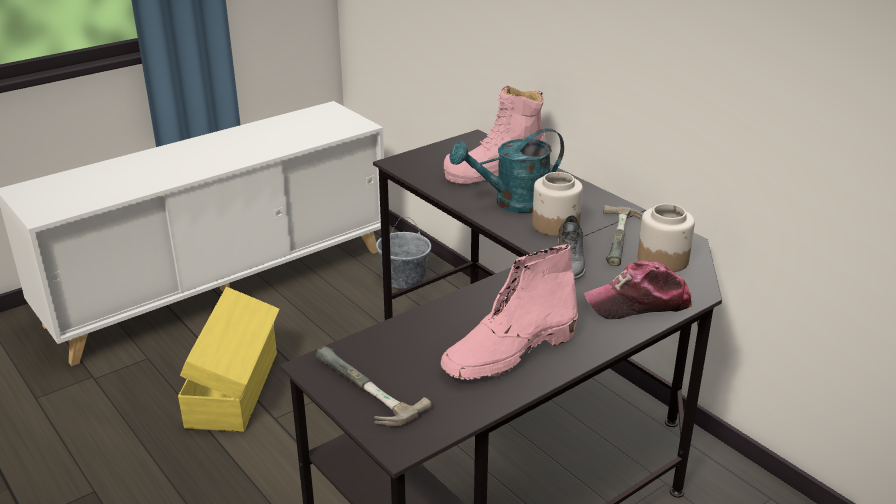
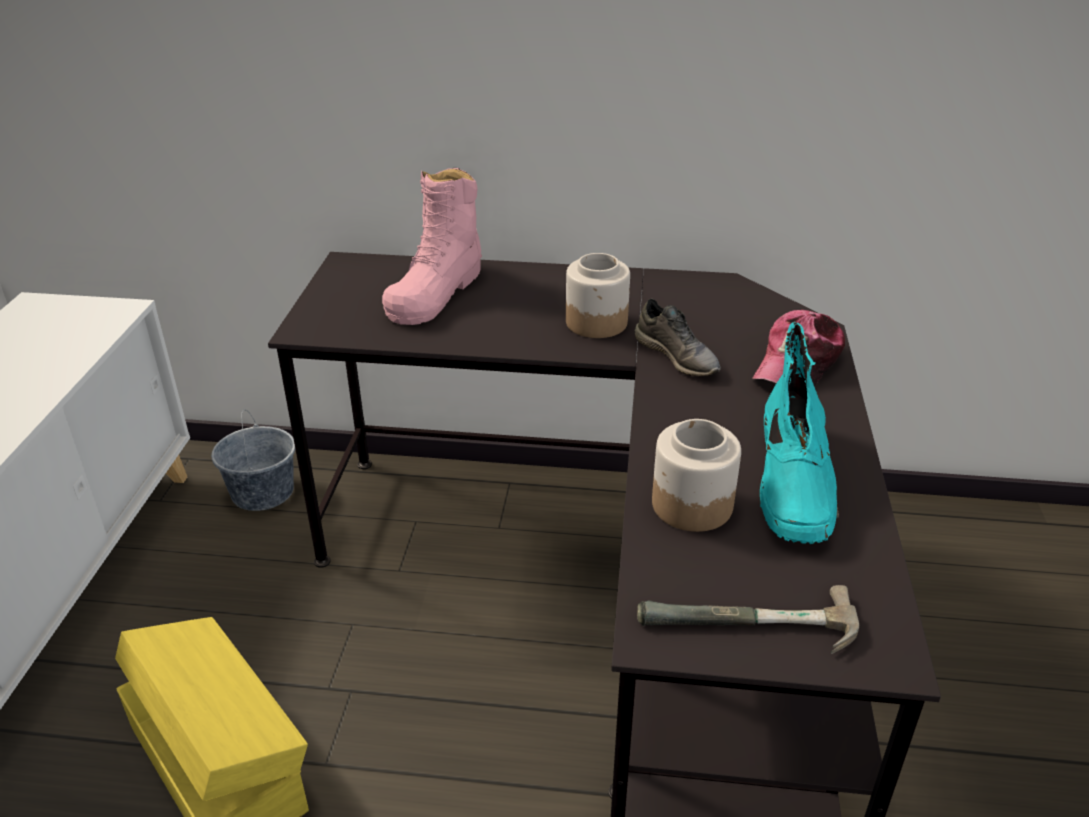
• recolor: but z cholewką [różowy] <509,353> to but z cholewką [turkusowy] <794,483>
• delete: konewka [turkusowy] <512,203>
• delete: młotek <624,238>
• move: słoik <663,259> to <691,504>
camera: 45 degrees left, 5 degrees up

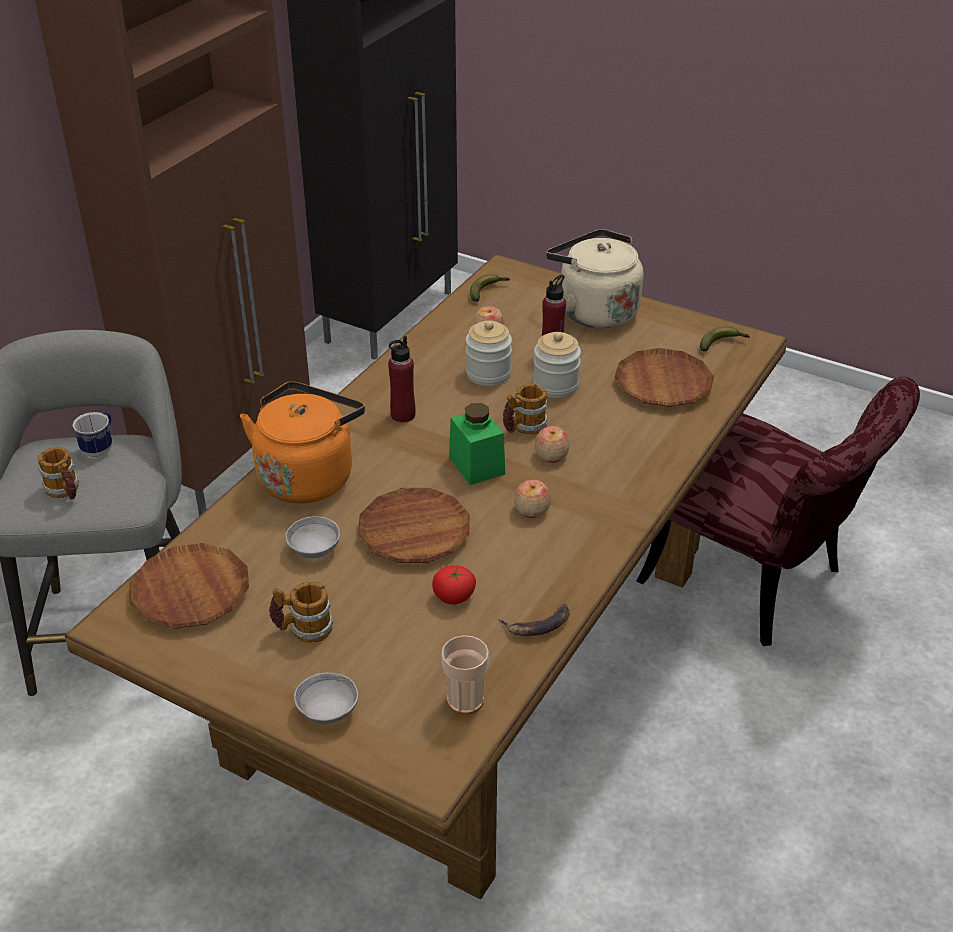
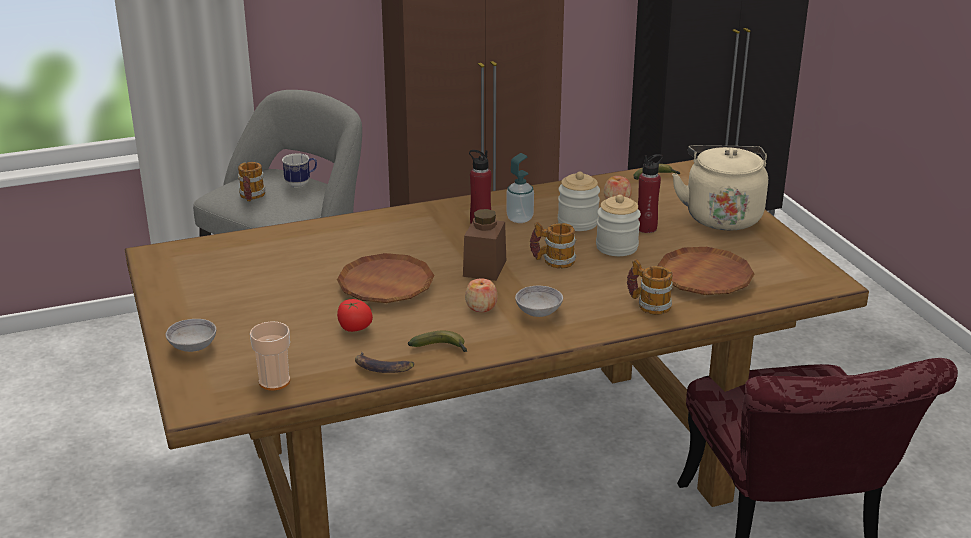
• delete: talerz [brązowy] <190,592>
• delete: czajnik [pomarańczowy] <308,476>
• move: kubek <303,629> to <648,304>
• move: miska [szary] <314,549> to <538,312>
• recolor: słoik [zielony] <477,465> to słoik [brązowy] <484,268>
• delete: jabłko <551,455>
• move: banan <722,344> to <442,349>
• insert: dozownik mydła <519,218>
camera: 40 degrees right, 10 degrees down

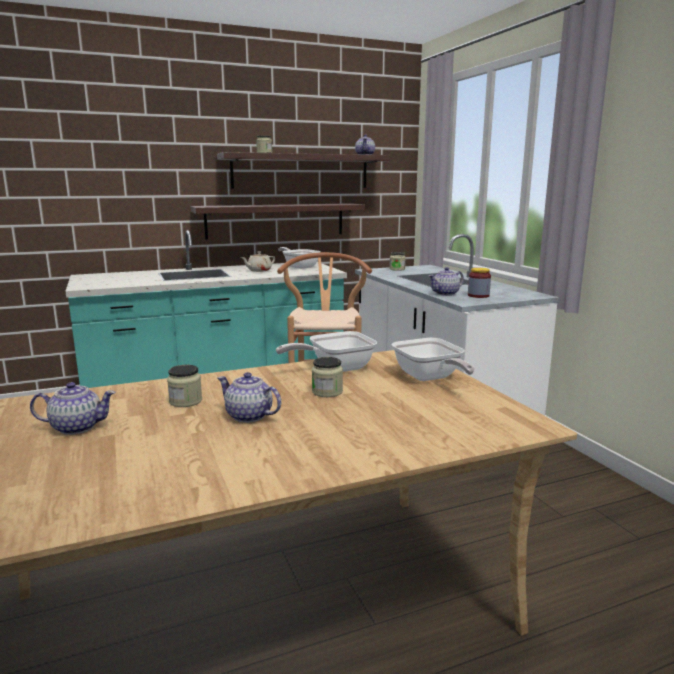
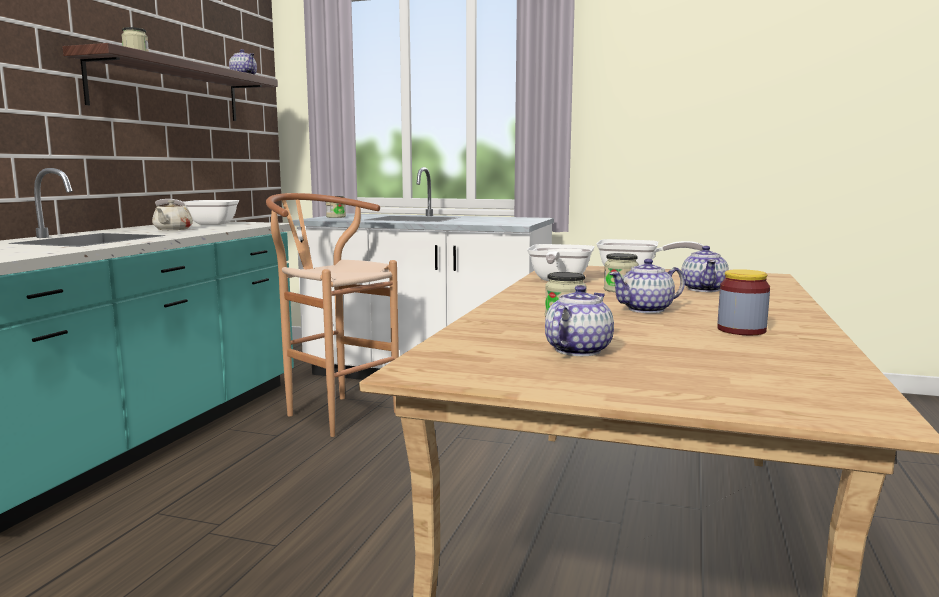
• delete: półka <276,220>
• move: imbryk <446,293> to <704,289>
• move: słoik <478,295> to <741,330>
camera: 50 degrees left, 5 degrees down

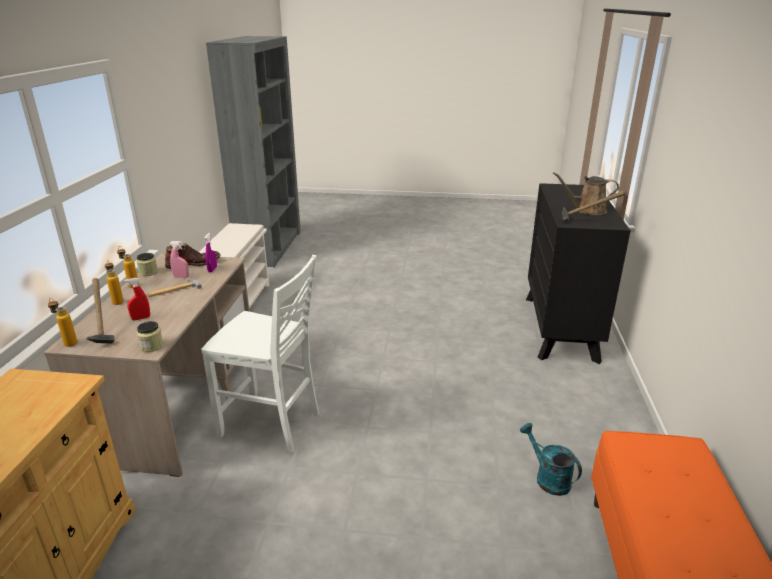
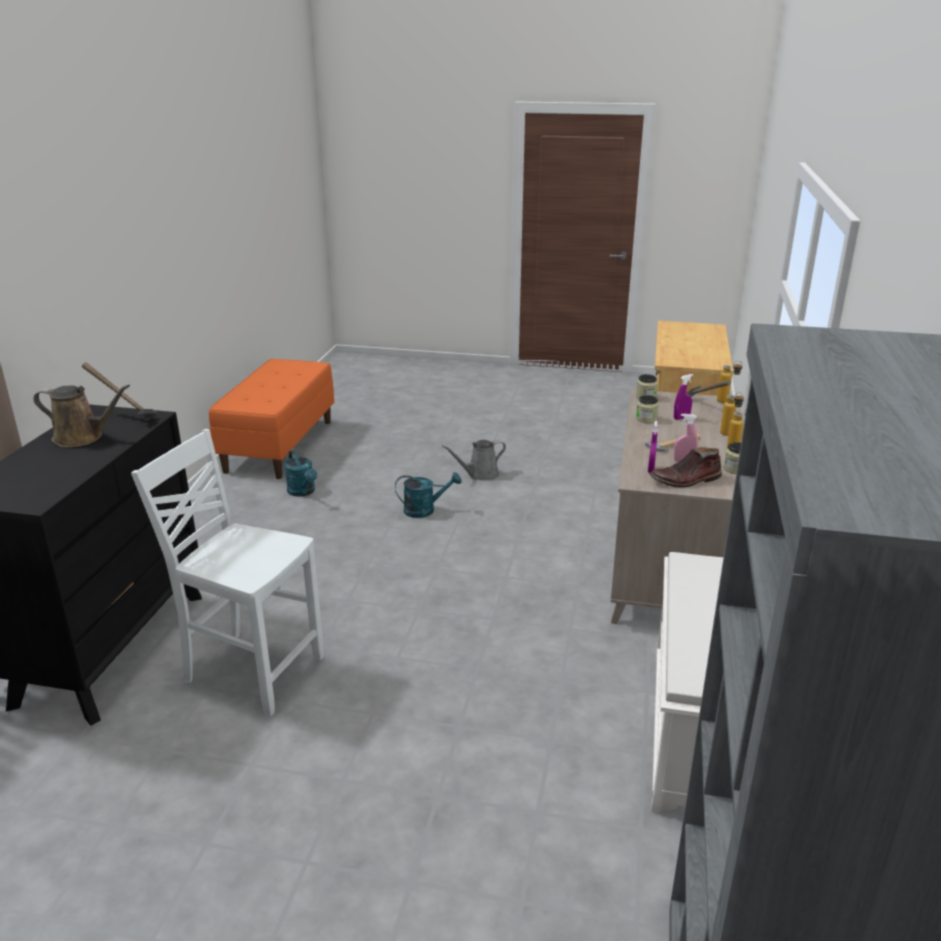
• recolor: spryskiwacz [czerwony] <141,318> to spryskiwacz [fioletowy] <681,418>
• move: krzesło [biały] <272,424> to <251,670>
• insert: konewka [turkusowy] <425,510>
• insert: konewka [szary] <480,474>
• insert: słoik <646,419>
camera: 175 degrees left, 0 degrees up

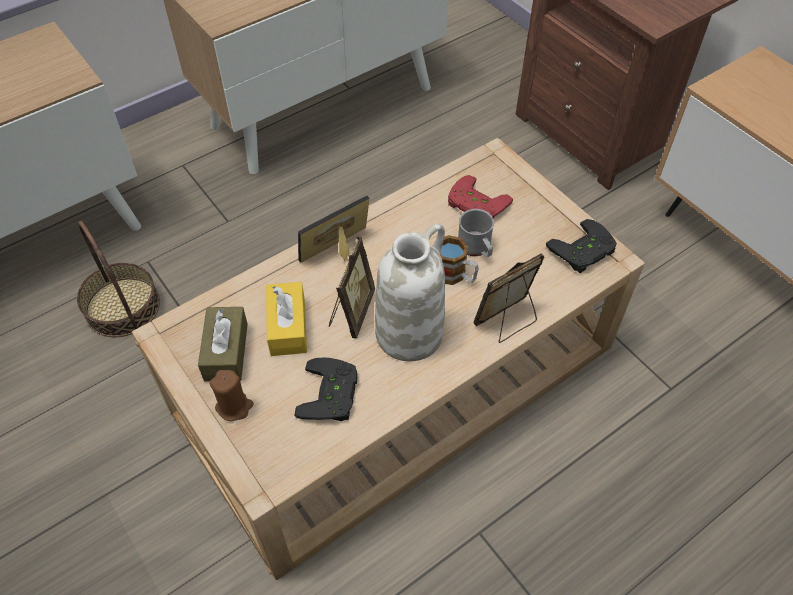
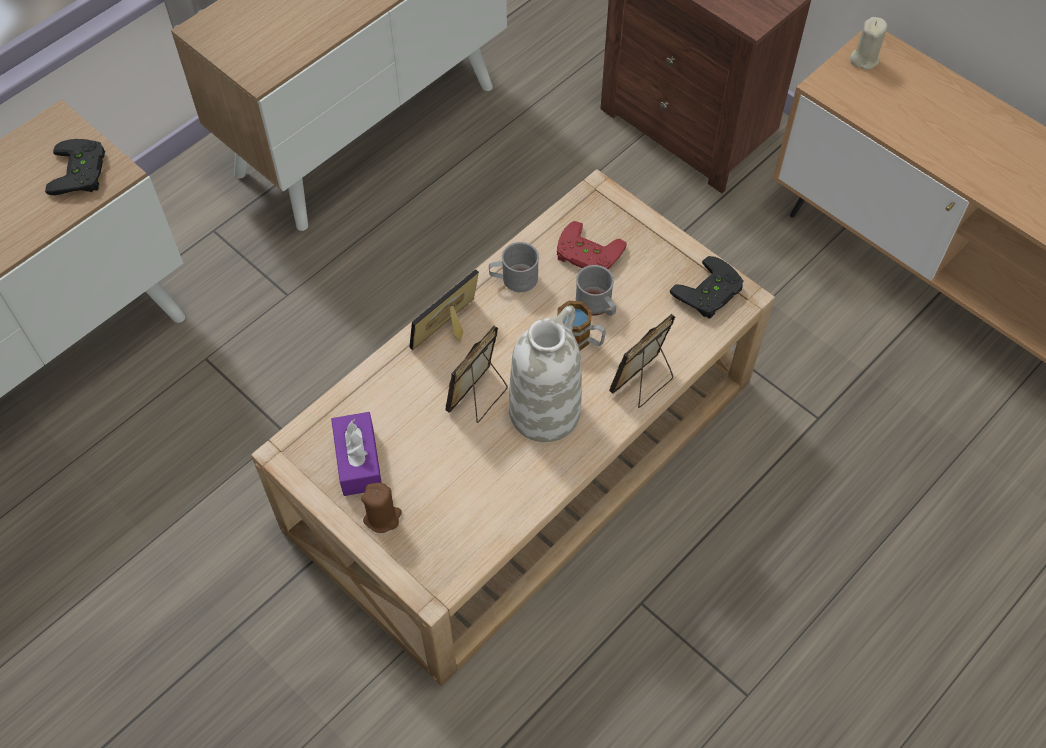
• delete: koszyk <122,307>
• recolor: pudełko chusteczek [brązowy] <226,351> to pudełko chusteczek [fioletowy] <358,461>
• delete: pudełko chusteczek [żółty] <288,326>
• move: pad do gier [czarny] <333,395> to <82,172>
• rotate: ramka na zdjęcie <351,312> = <479,397> 150 degrees counterclockwise
• insert: kubek [szary] <514,279>
• insert: świeca [beżowy] <864,59>
camera: 10 degrees left, 5 degrees up

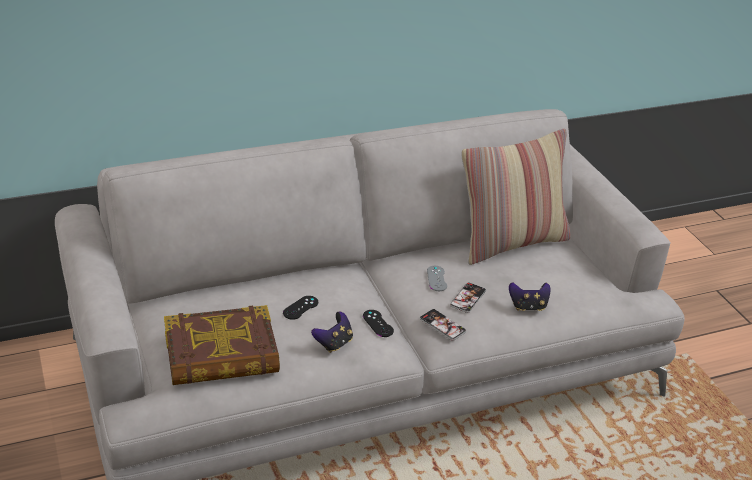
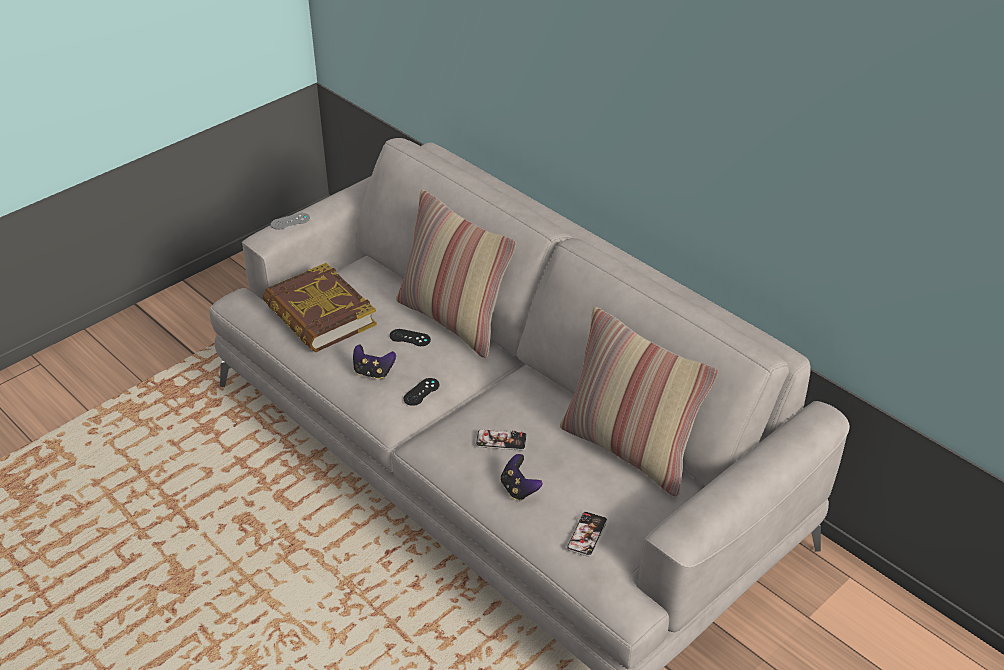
• move: telefon <442,325> to <587,534>
• move: pad do gier [szary] <436,278> to <290,221>
• insert: poduszka <454,320>
camera: 70 degrees right, 5 degrees up

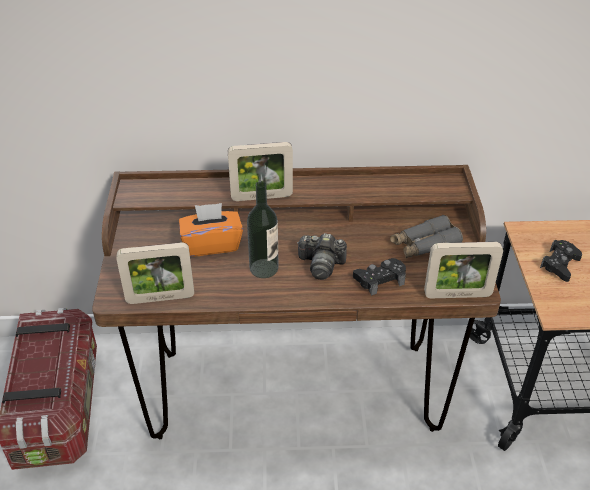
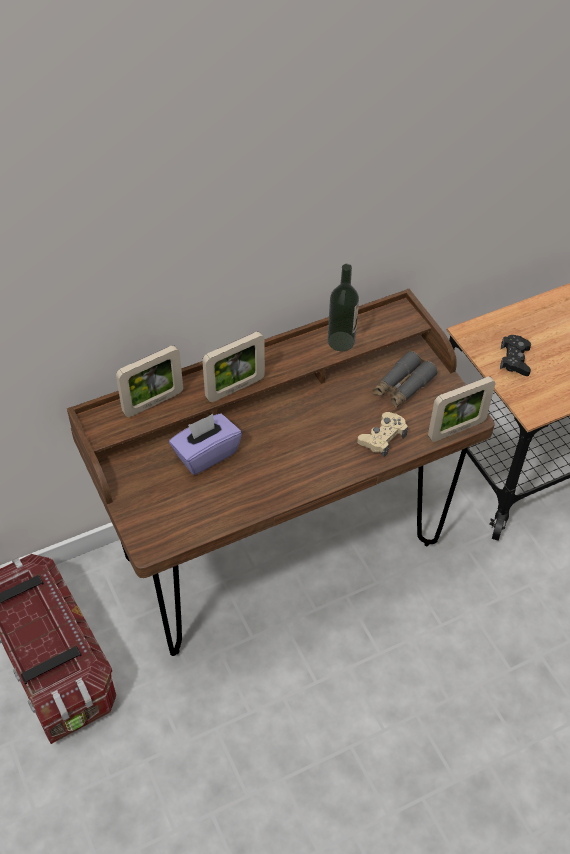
• move: ramka na zdjęcie <160,298> to <153,403>
• recolor: pudełko chusteczek [pomarańczowy] <212,244> to pudełko chusteczek [fioletowy] <206,454>
• move: butelka <264,268> to <341,341>
• delete: aparat fotograficzny <321,265>
• recolor: pad do gier [czarny] <380,279> to pad do gier [beżowy] <382,437>
camera: 25 degrees left, 10 degrees up

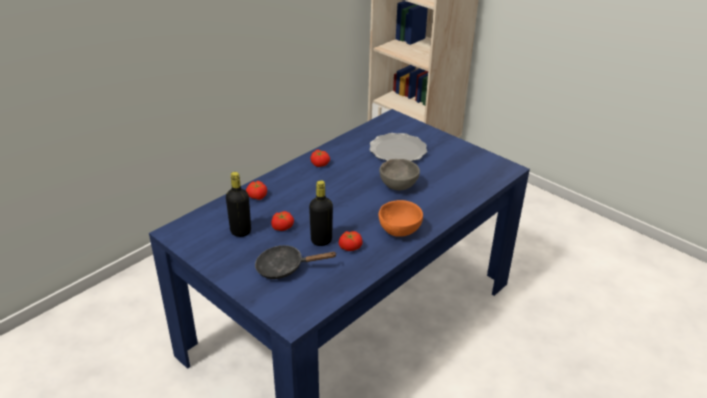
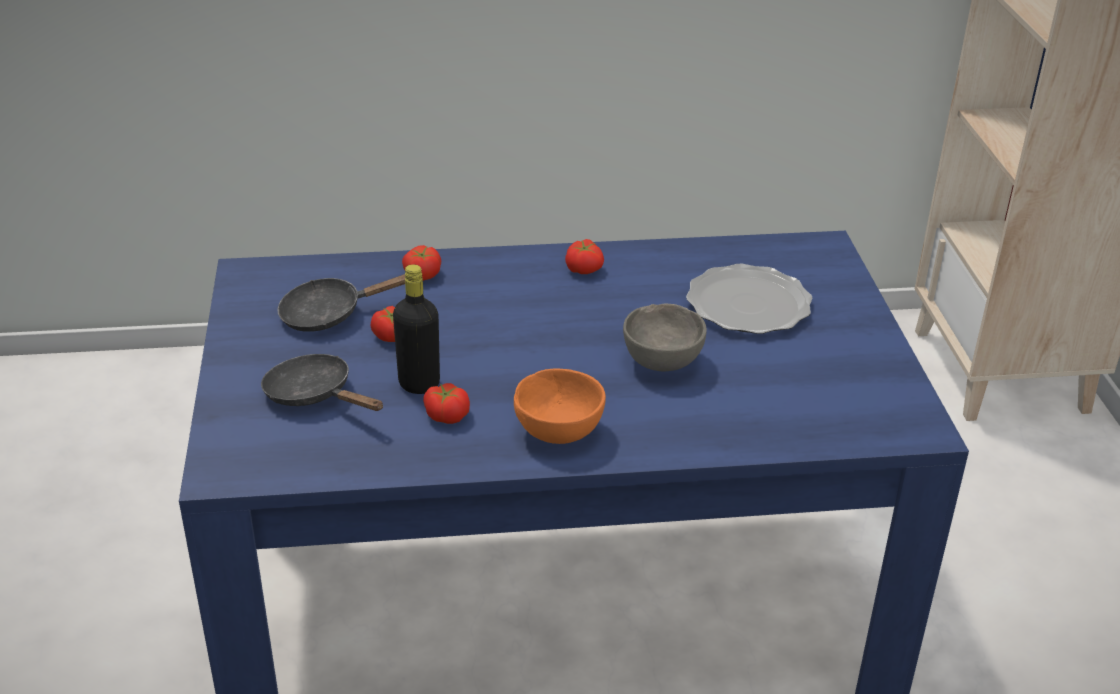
• replace: butelka [czarny] <240,231> to patelnia [czarny] <329,314>
camera: 40 degrees right, 0 degrees up

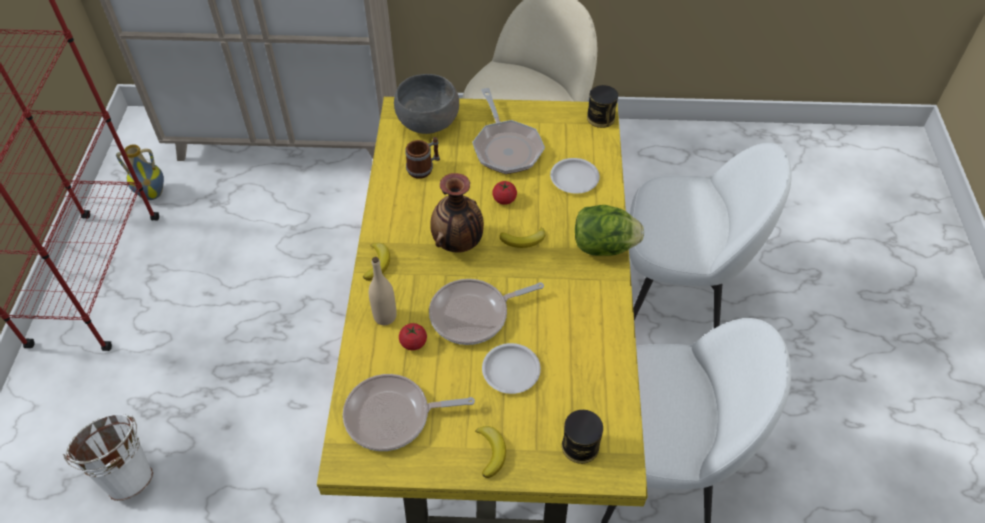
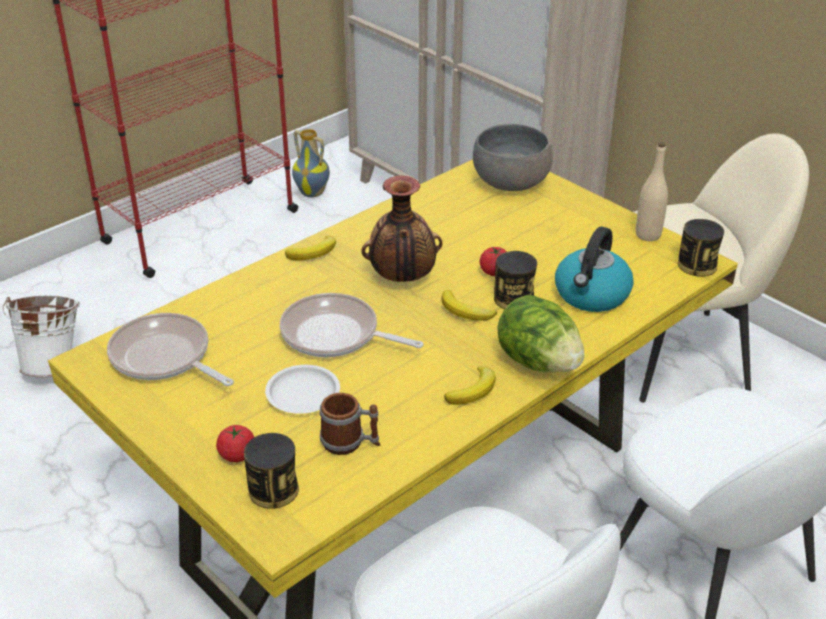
• move: butelka [beżowy] <385,316> to <648,235>
• move: pomidor <413,343> to <237,455>
• move: kubek <424,168> to <350,443>
• delete: patelnia <506,147>
• move: banan <491,452> to <473,390>
• replace: talerz [biały] <574,178> to czajnik <591,295>
• insert: puszka <513,298>
camera: 45 degrees right, 15 degrees down

